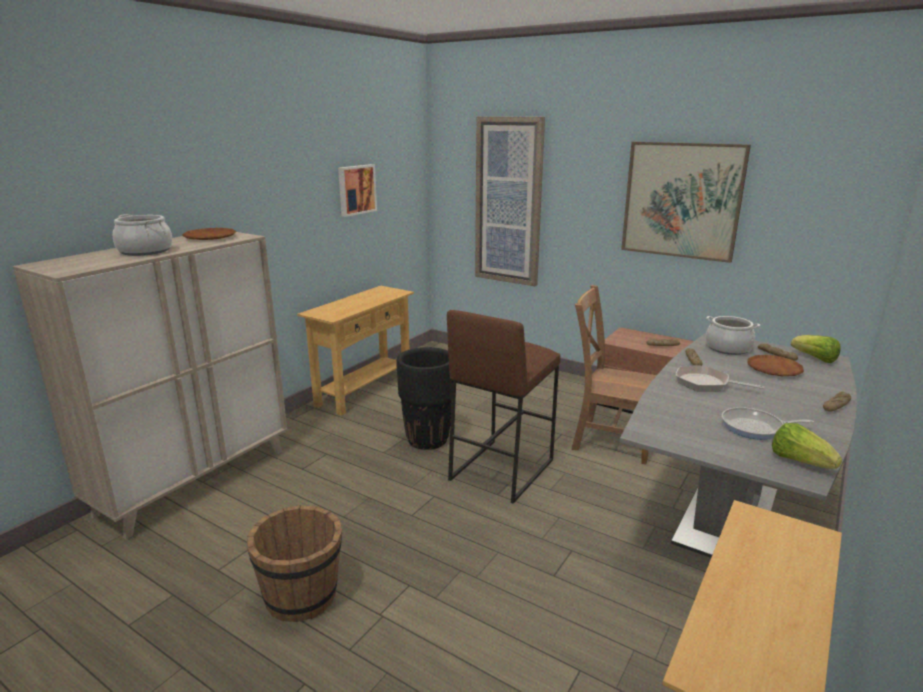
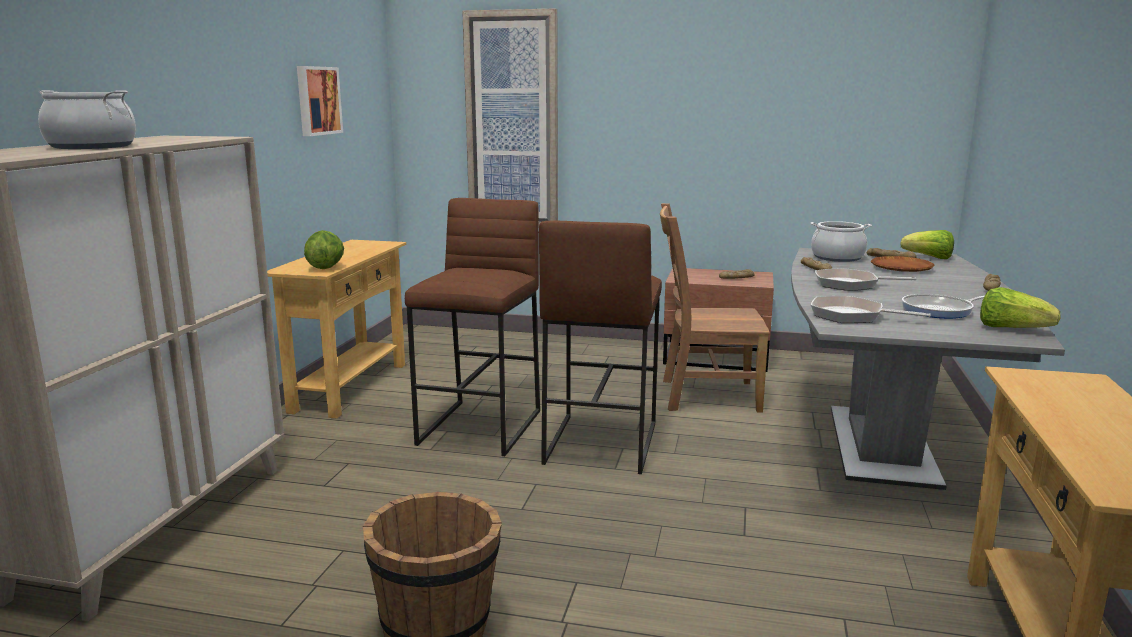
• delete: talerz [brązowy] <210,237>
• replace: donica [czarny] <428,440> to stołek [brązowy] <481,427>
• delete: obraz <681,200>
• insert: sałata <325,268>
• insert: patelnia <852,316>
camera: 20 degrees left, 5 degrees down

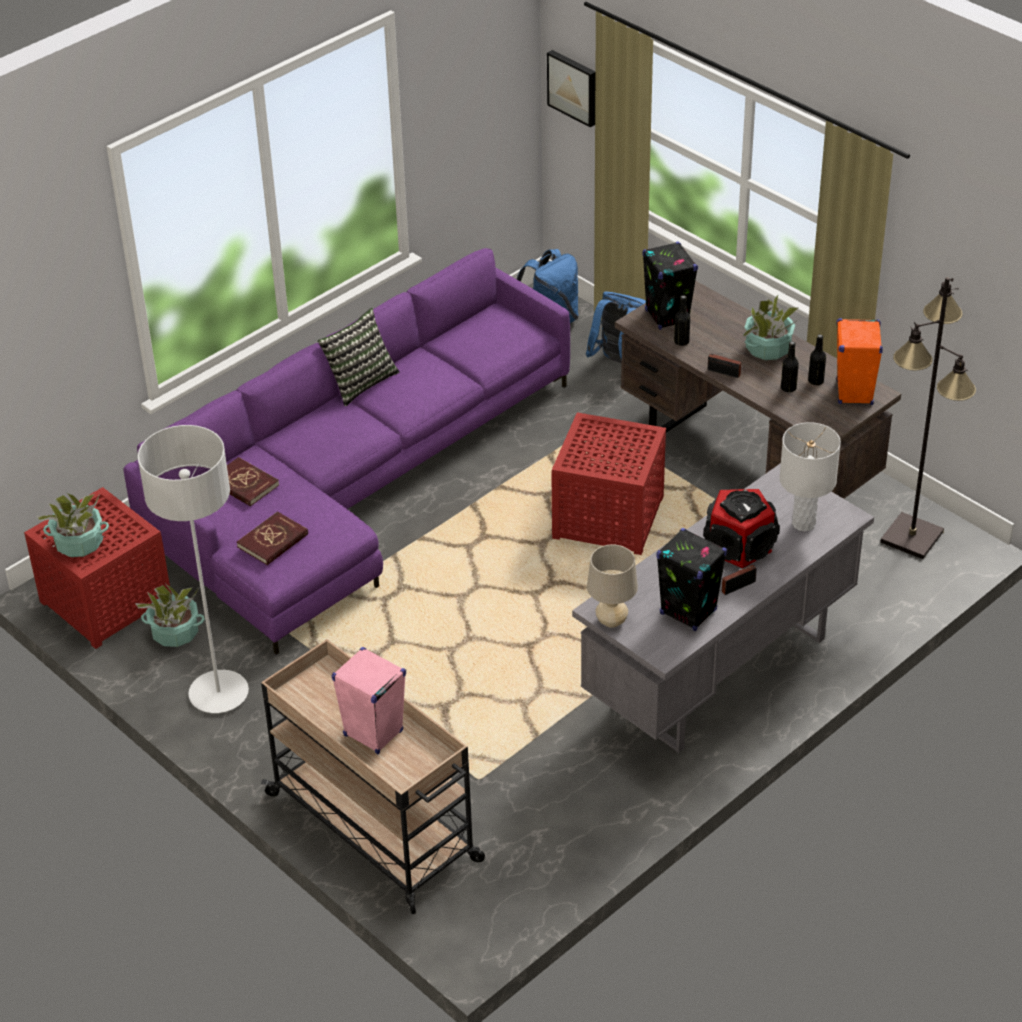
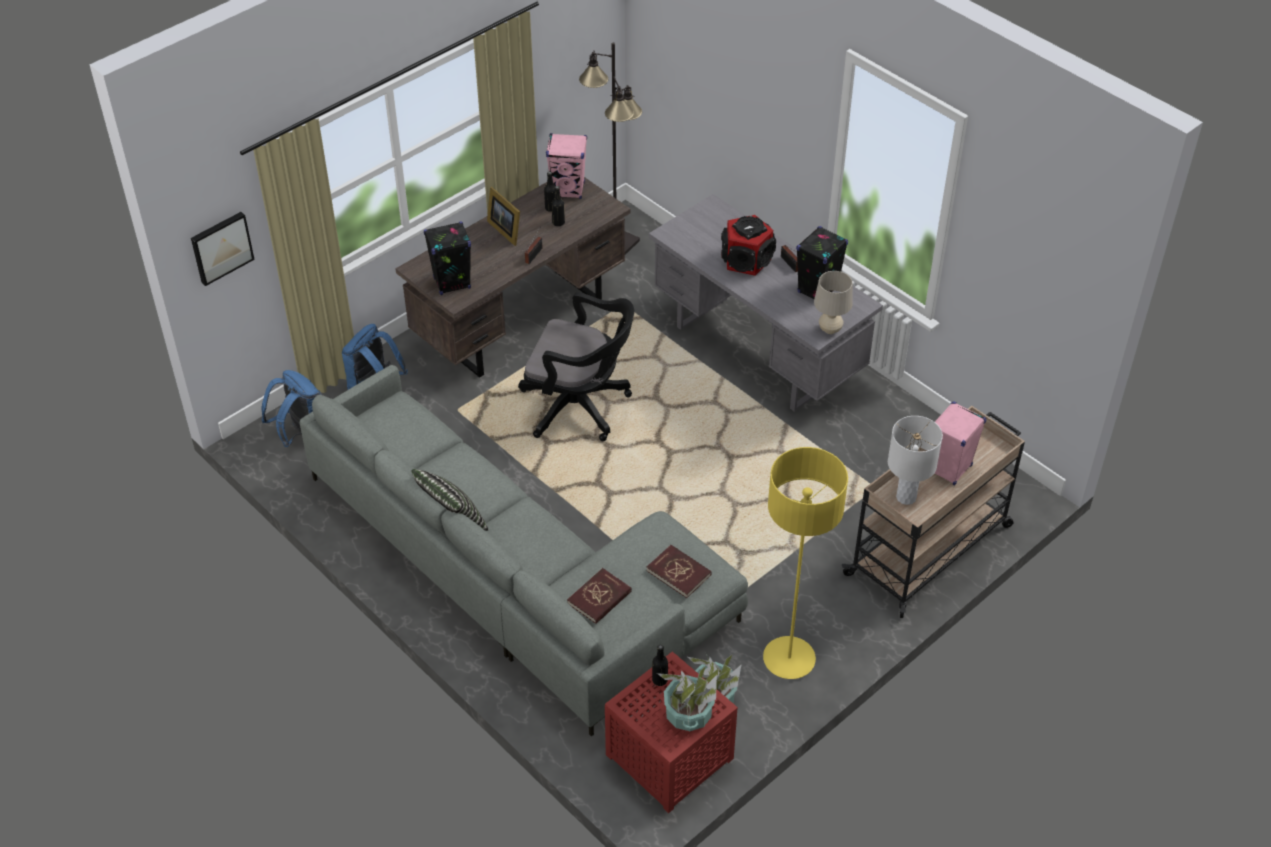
• recolor: kanapa [fioletowy] <354,485> to kanapa [szary] <518,574>
• recolor: lampa stojąca [szary] <219,694> to lampa stojąca [żółty] <789,659>
• replace: stolik [czerwony] <606,519> to krzesło biurowe [czarny] <580,407>
• move: butelka [czarny] <681,341> to <659,680>
• replace: roślina doniczkowa <768,348> to ramka na zdjęcie <505,229>
• move: lampa stołowa [biały] <803,523> to <906,497>
• recolor: głośnik [pomarańczowy] <854,393> to głośnik [różowy] <568,190>
camera: 90 degrees left, 5 degrees up

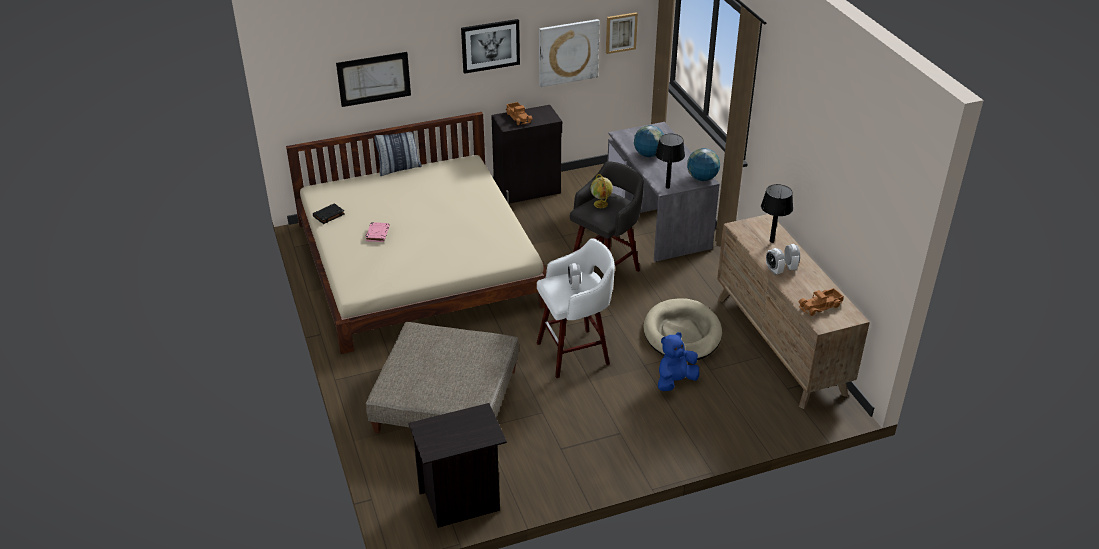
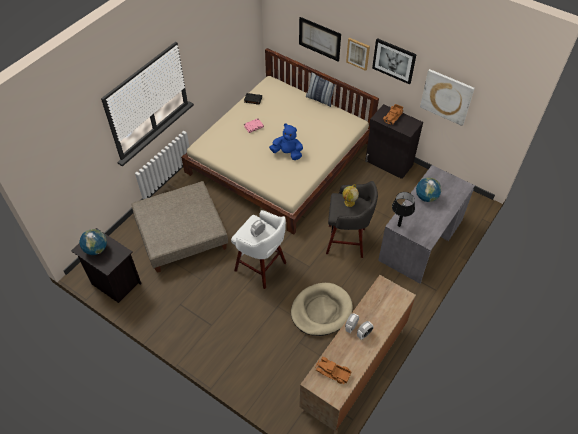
• move: obraz <621,32> to <358,53>
• move: pluszak [niebieski] <675,381> to <287,153>
• move: globus <702,178> to <96,249>
• delete: lampa stołowa [czarny] <771,241>
camera: 55 degrees right, 15 degrees up

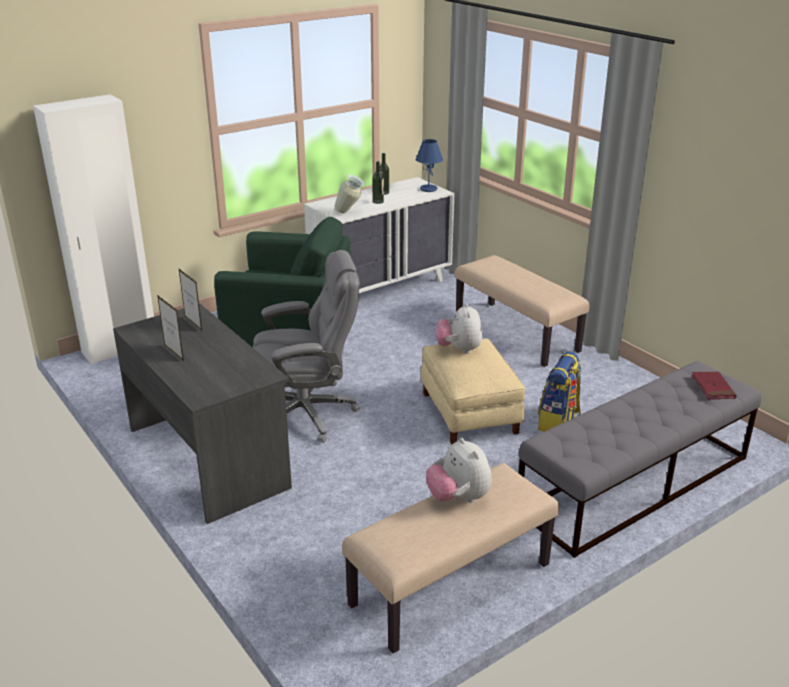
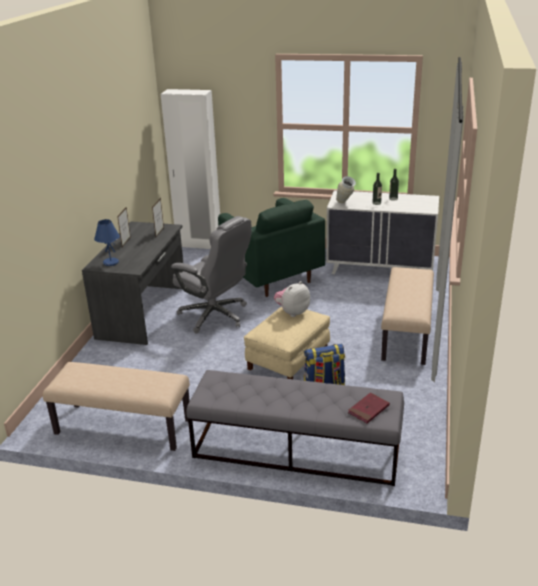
• move: lampa stołowa [niebieski] <428,189> to <110,263>
• delete: pluszak <458,498>
camera: 50 degrees right, 0 degrees up

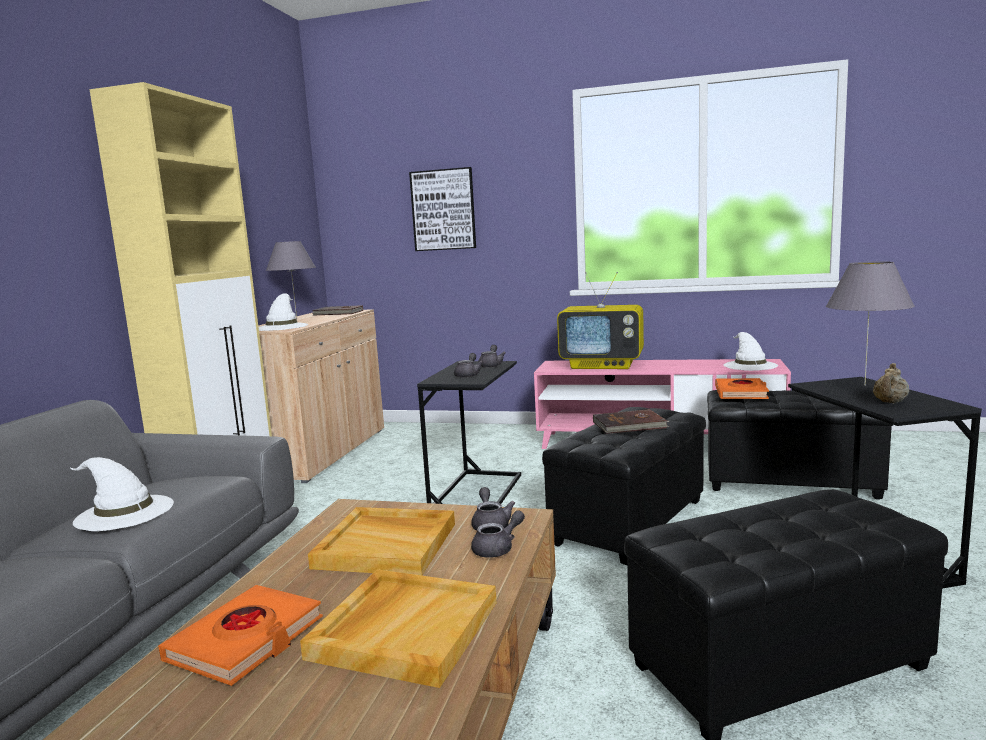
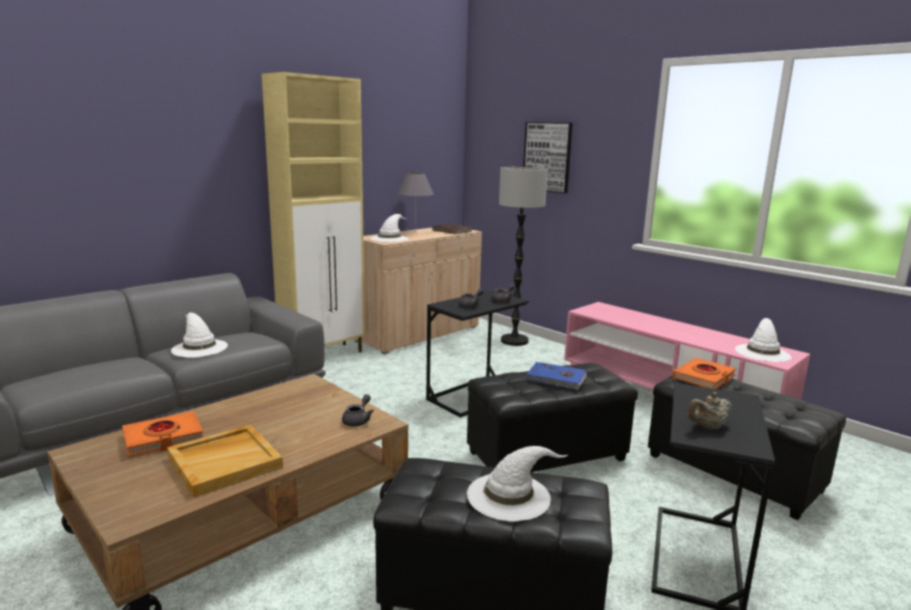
• delete: taca [beżowy] <388,545>
• delete: imbryk [szary] <498,549>
• delete: telewizor <603,365>
• recolor: książka [brązowy] <630,425> to książka [niebieski] <556,379>
• delete: lampa stołowa [szary] <865,385>
• insert: kapelusz [biały] <509,495>
• insert: lampa stojąca <514,341>
camera: 30 degrees right, 5 degrees up

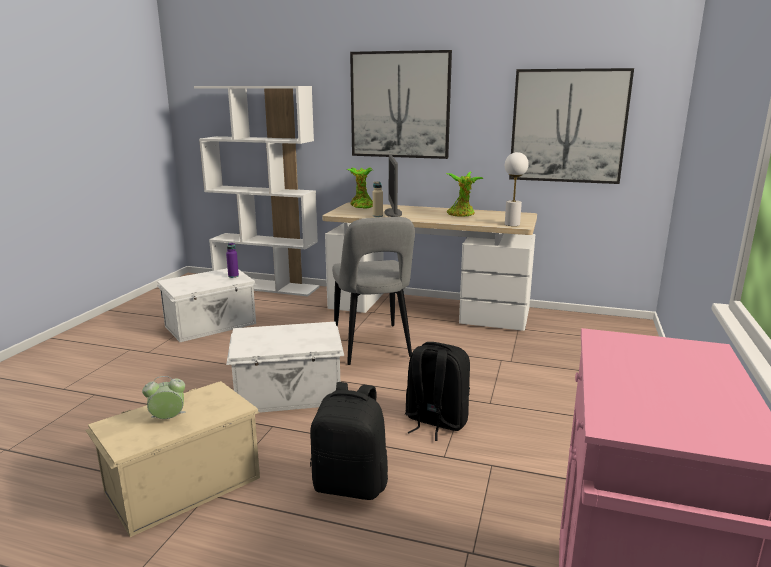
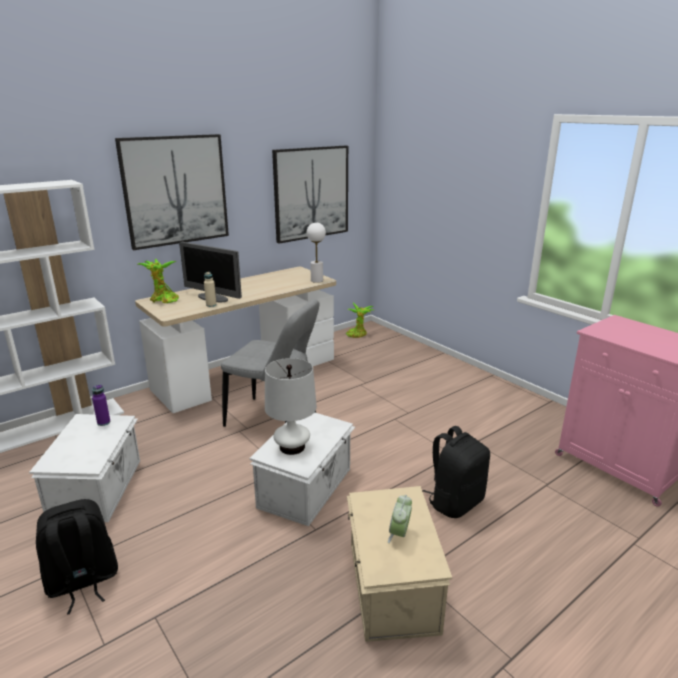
• move: plecak [czarny] <435,421> to <82,582>
• move: roślina doniczkowa <461,215> to <358,334>
• insert: lampa stołowa [biały] <292,447>
camera: 55 degrees left, 5 degrees up

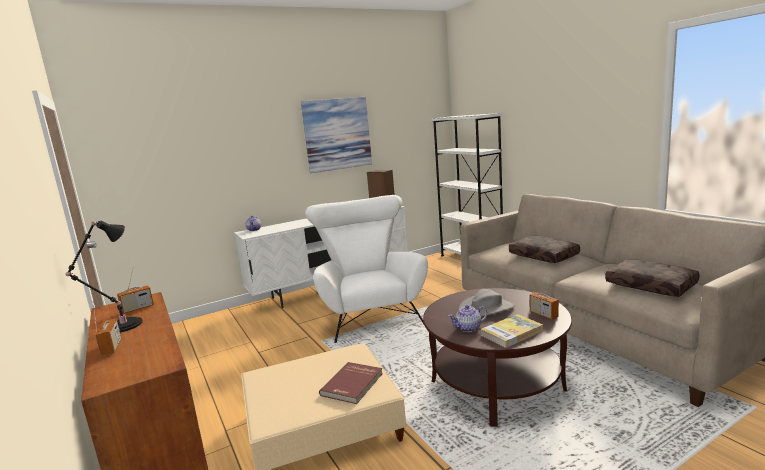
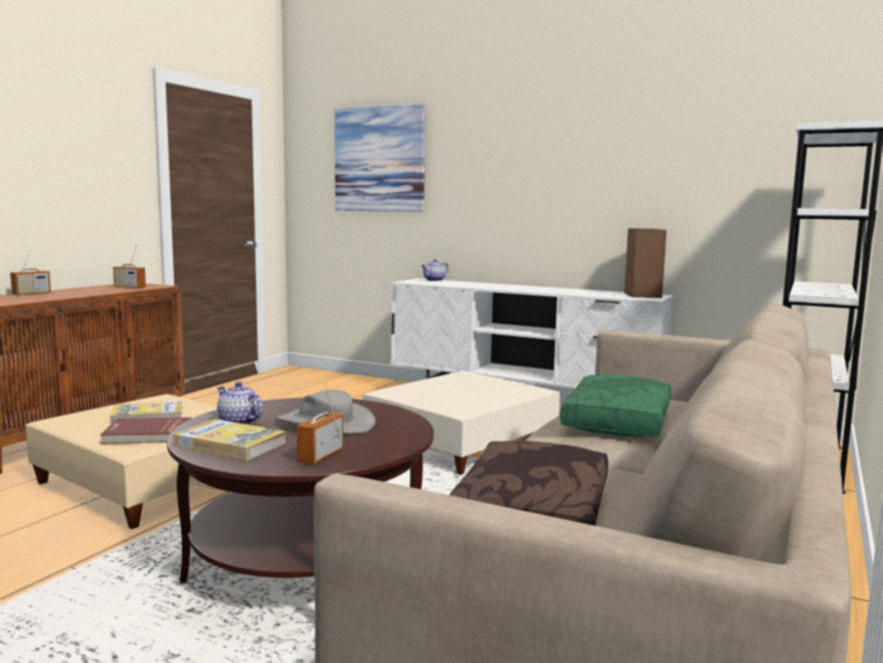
• delete: lampa stołowa [czarny] <121,326>
• move: obraz <337,134> to <379,159>
• replace: fotel [biały] <370,314> to pufa [beżowy] <462,442>
• recolor: poduszka [brązowy] <544,256> to poduszka [zielony] <619,422>
• insert: książka <147,416>
camera: 55 degrees right, 5 degrees down

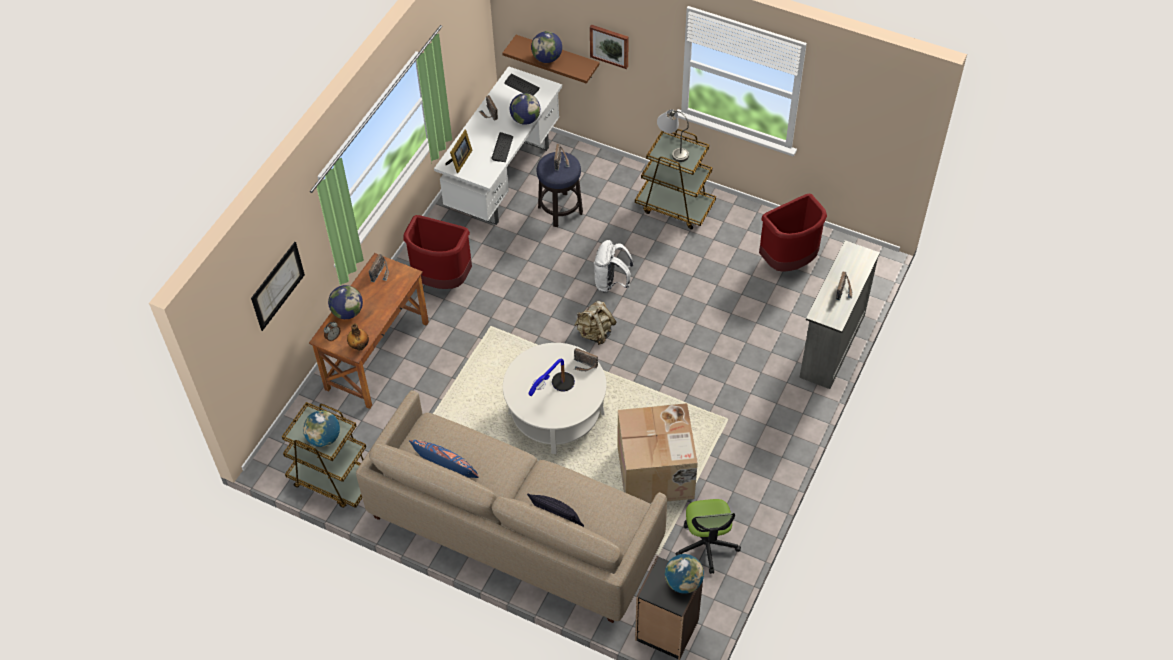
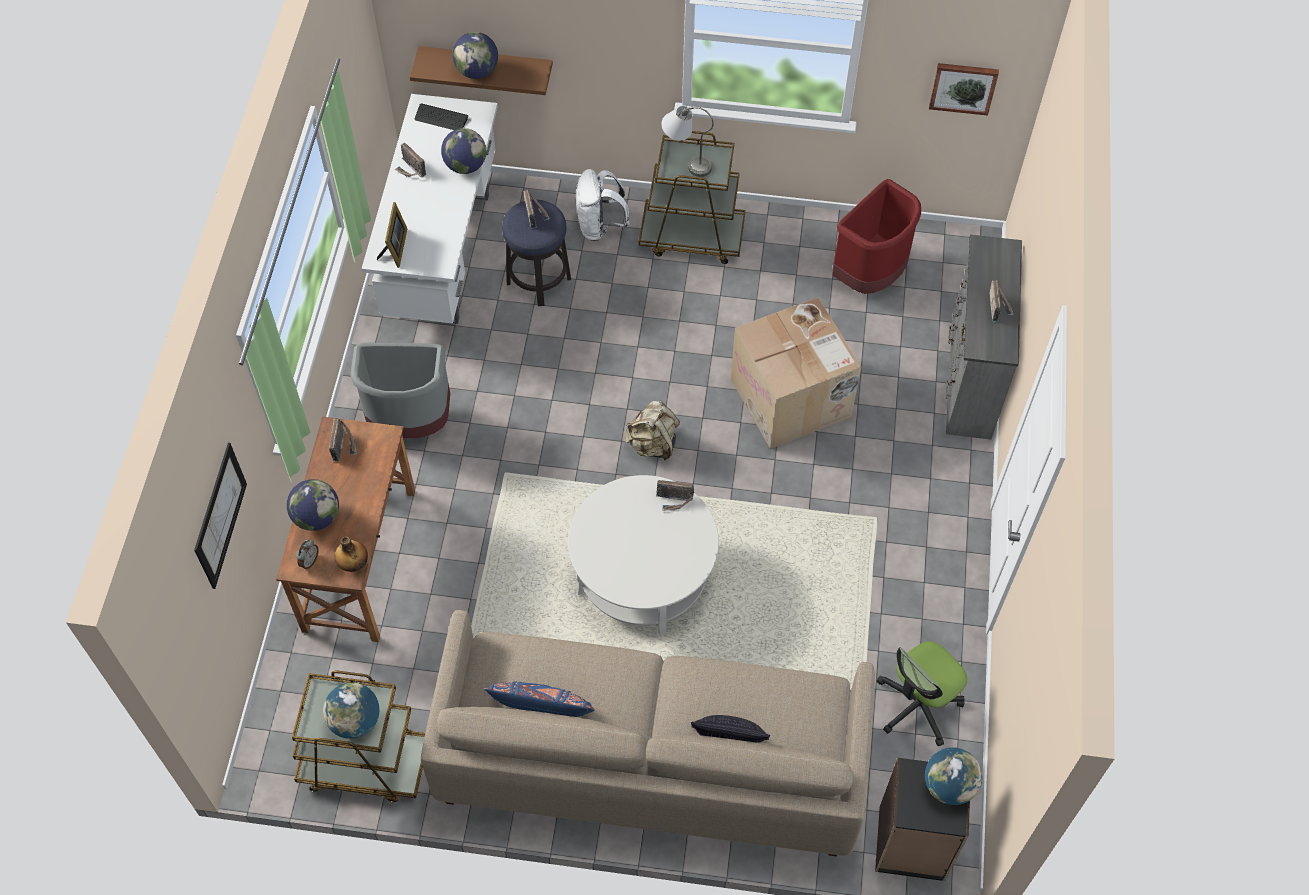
• recolor: kosz na śmieci [czerwony] <441,279> to kosz na śmieci [szary] <410,422>
• delete: klawiatura <502,148>
• delete: lampa stołowa <555,390>
• move: obraz <609,45> to <963,87>
• move: plecak [biały] <611,283> to <600,226>
• move: karton <656,473> to <792,398>
• rotate: krzesło biurowe <707,545> = <917,705> 75 degrees clockwise
camera: 20 degrees left, 5 degrees up

